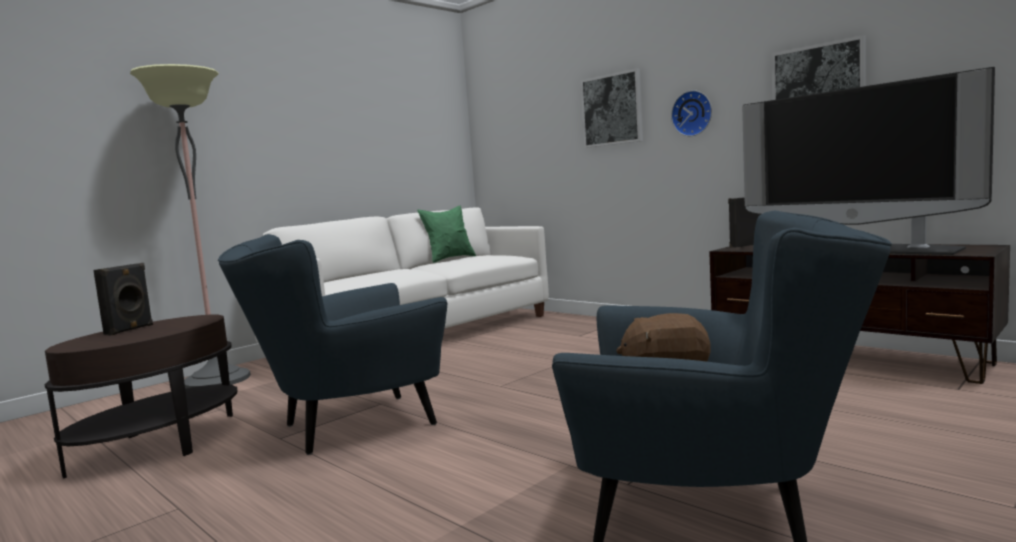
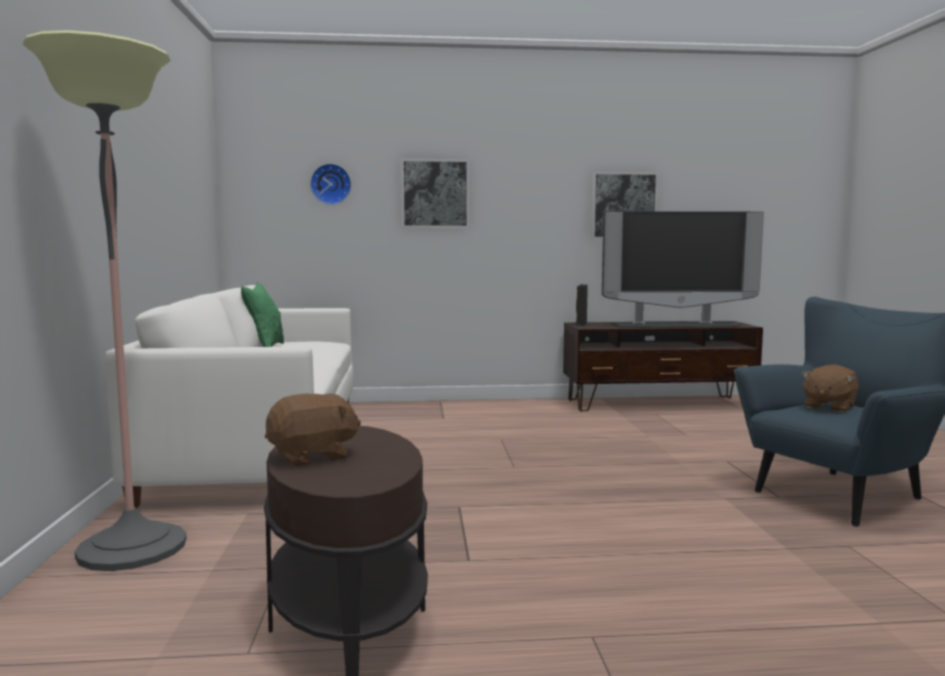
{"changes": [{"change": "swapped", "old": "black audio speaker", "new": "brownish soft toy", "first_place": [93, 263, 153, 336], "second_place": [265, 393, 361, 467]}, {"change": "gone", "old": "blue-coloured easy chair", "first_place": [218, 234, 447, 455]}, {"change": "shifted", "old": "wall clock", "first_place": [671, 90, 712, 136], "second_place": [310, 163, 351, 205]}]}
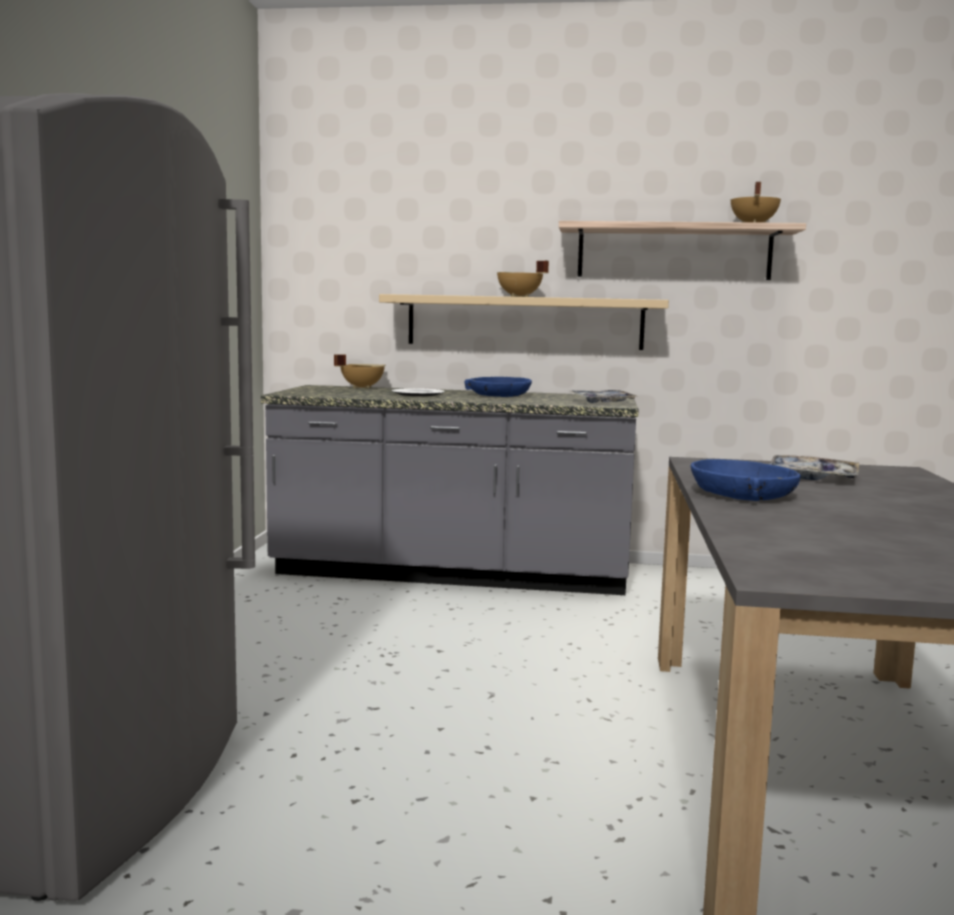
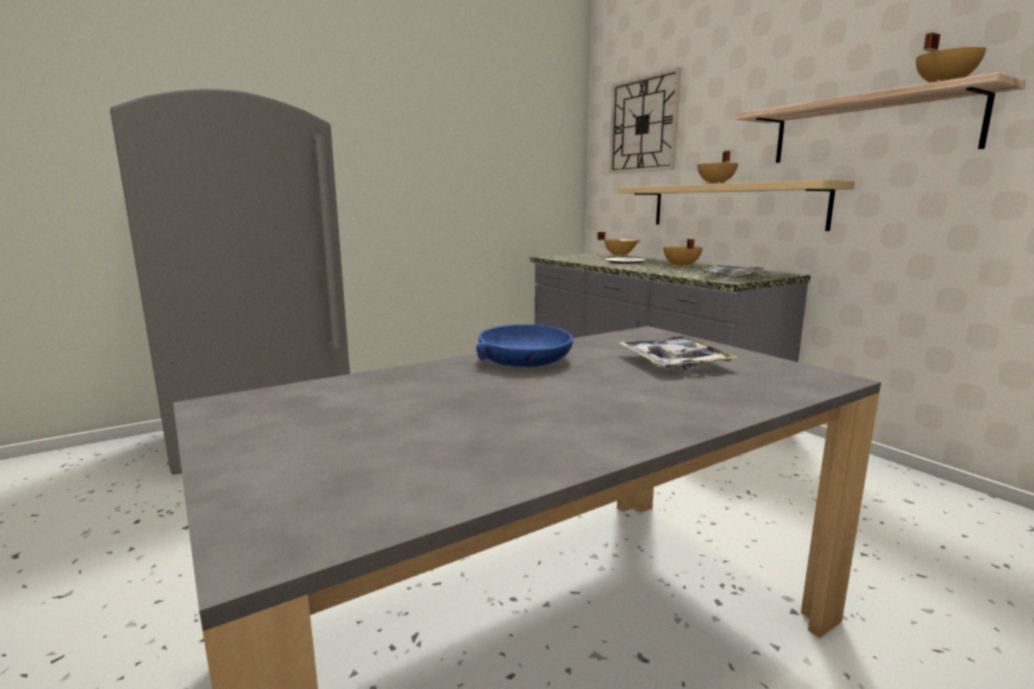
{"changes": [{"change": "swapped", "old": "blue-coloured deep dish", "new": "sand-coloured cooking pot", "first_place": [465, 377, 532, 397], "second_place": [663, 239, 703, 268]}, {"change": "new", "new": "wall clock", "second_place": [609, 67, 681, 174]}]}
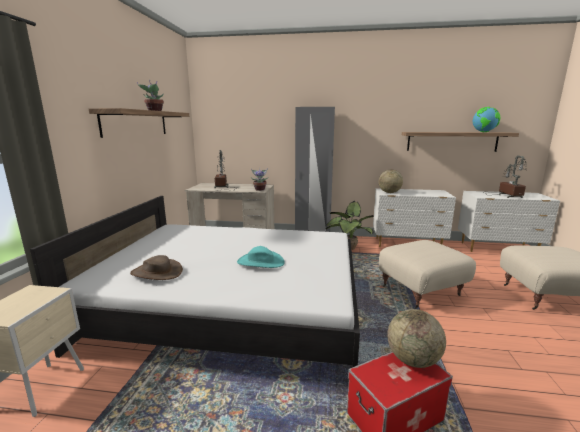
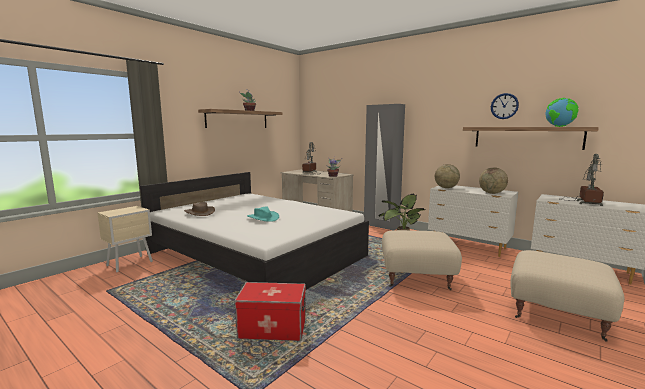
{"changes": [{"change": "shifted", "old": "globe", "first_place": [387, 309, 446, 368], "second_place": [479, 168, 508, 194]}, {"change": "new", "new": "wall clock", "second_place": [491, 93, 519, 119]}]}
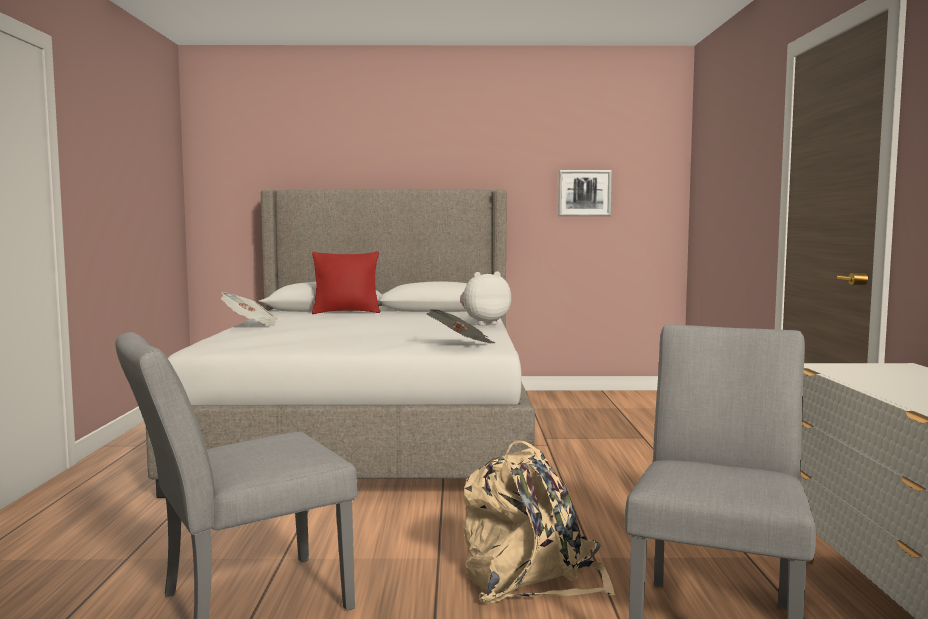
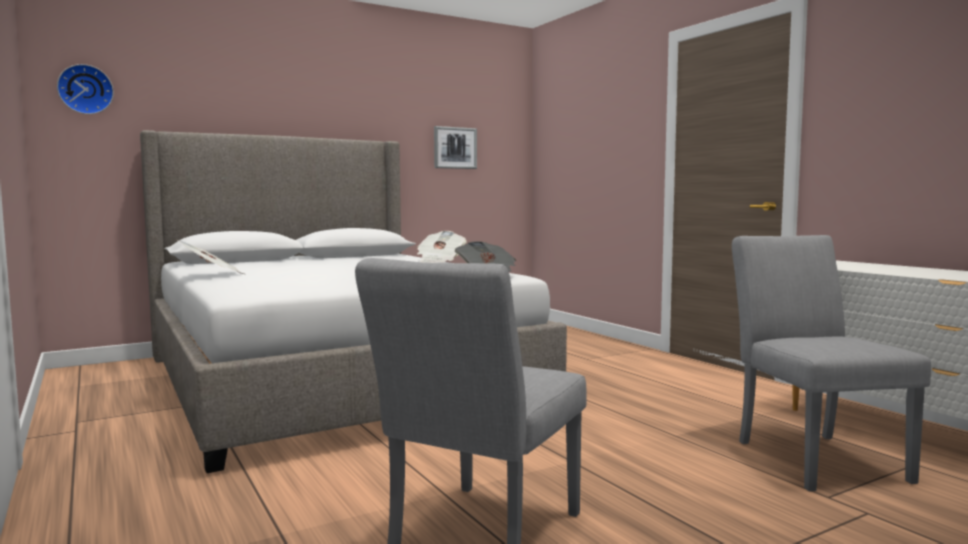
{"changes": [{"change": "gone", "old": "red cushion", "first_place": [312, 251, 380, 314]}, {"change": "swapped", "old": "soft toy", "new": "printed paper", "first_place": [460, 271, 511, 325], "second_place": [417, 231, 467, 263]}, {"change": "gone", "old": "sand-coloured knapsack", "first_place": [463, 440, 615, 603]}, {"change": "new", "new": "wall clock", "second_place": [57, 64, 114, 114]}]}
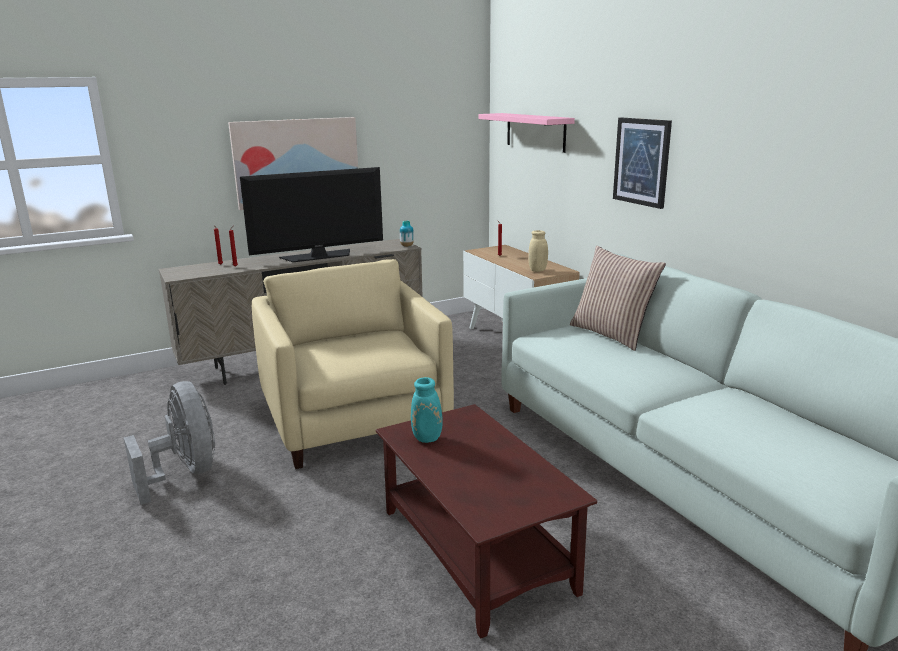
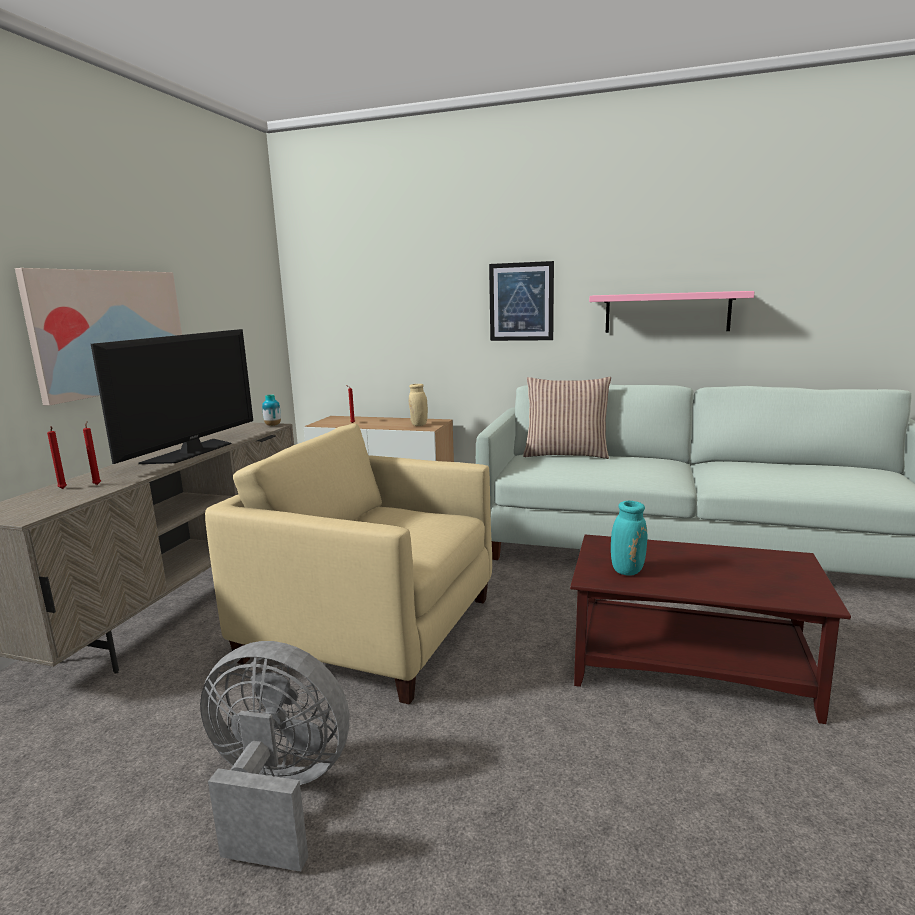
{"changes": [{"change": "shifted", "old": "pink bracket shelf", "first_place": [478, 113, 575, 153], "second_place": [589, 291, 754, 333]}]}
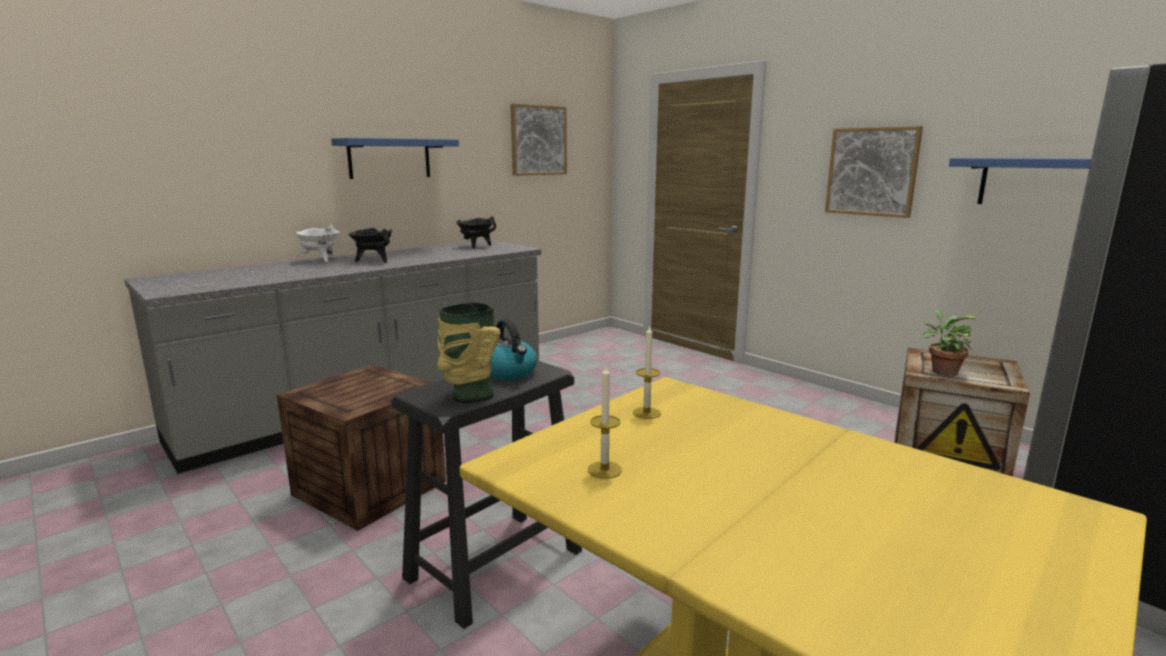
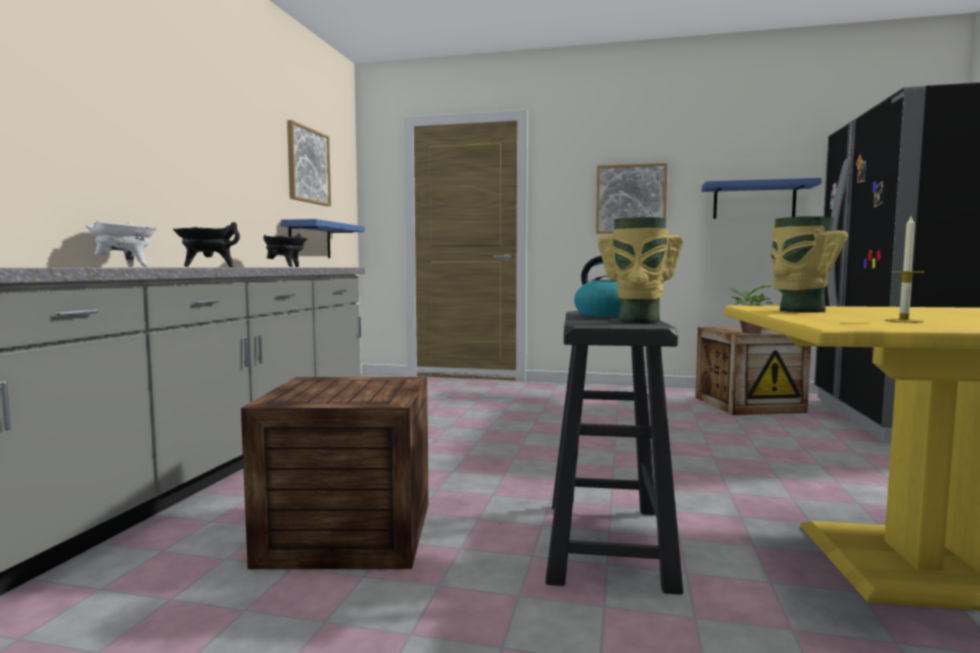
{"changes": [{"change": "shifted", "old": "blue-coloured bracket shelf", "first_place": [331, 138, 459, 179], "second_place": [281, 219, 365, 258]}, {"change": "swapped", "old": "candle", "new": "flower vase", "first_place": [633, 325, 661, 419], "second_place": [771, 216, 848, 312]}]}
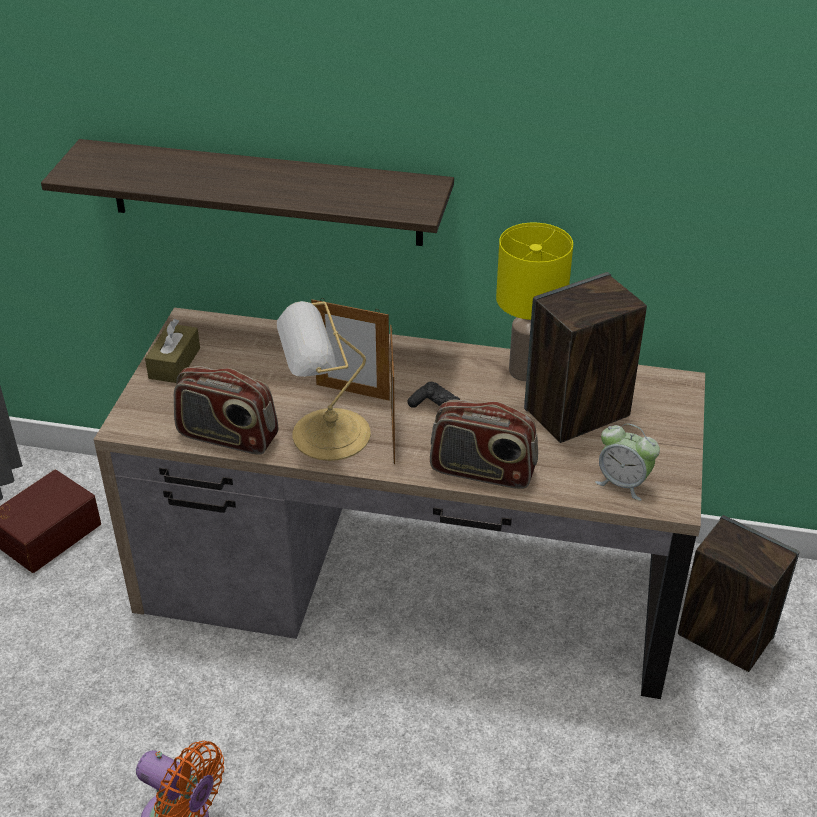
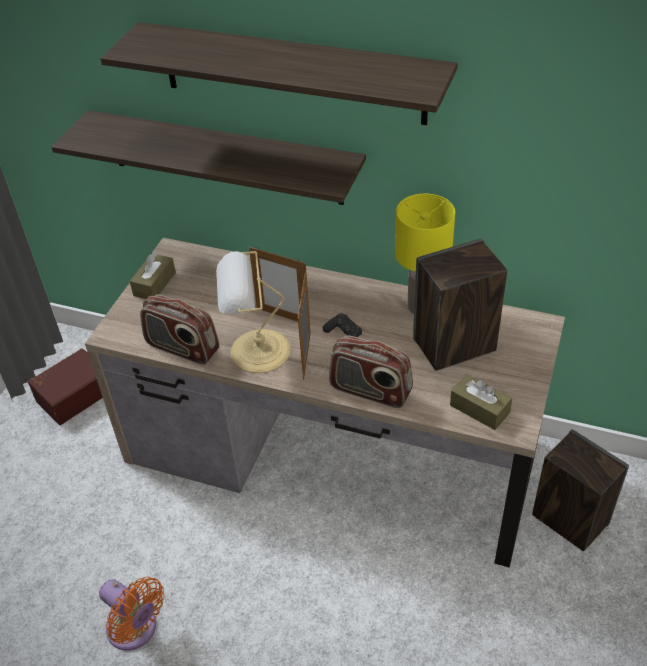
{"changes": [{"change": "swapped", "old": "table clock", "new": "brownish tissue box", "first_place": [595, 423, 660, 501], "second_place": [450, 374, 512, 430]}, {"change": "new", "new": "bracket shelf", "second_place": [100, 22, 458, 125]}]}
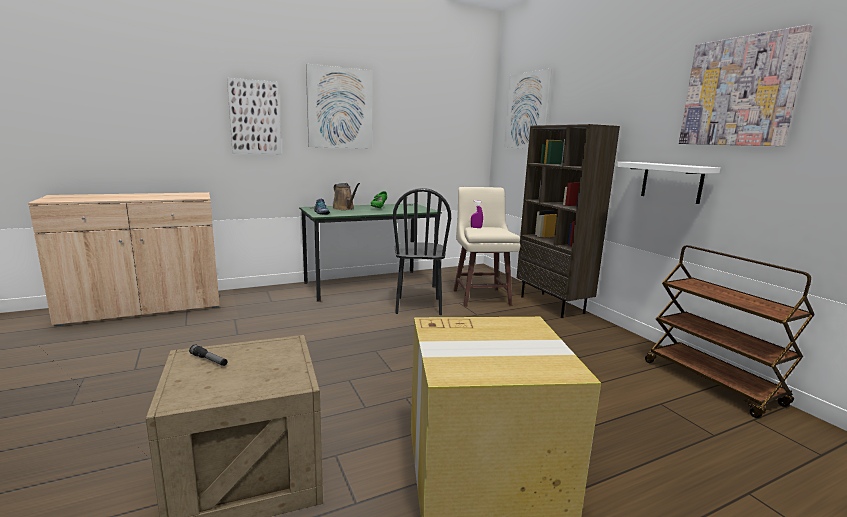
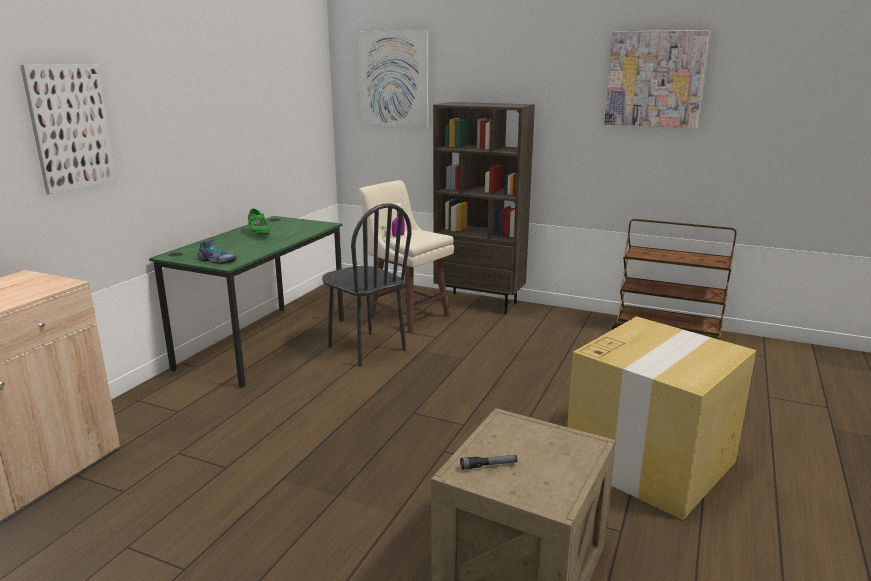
{"changes": [{"change": "gone", "old": "wall picture", "first_place": [306, 64, 372, 149]}, {"change": "gone", "old": "brownish watering can", "first_place": [332, 183, 360, 210]}, {"change": "gone", "old": "white-coloured bracket shelf", "first_place": [616, 162, 720, 204]}]}
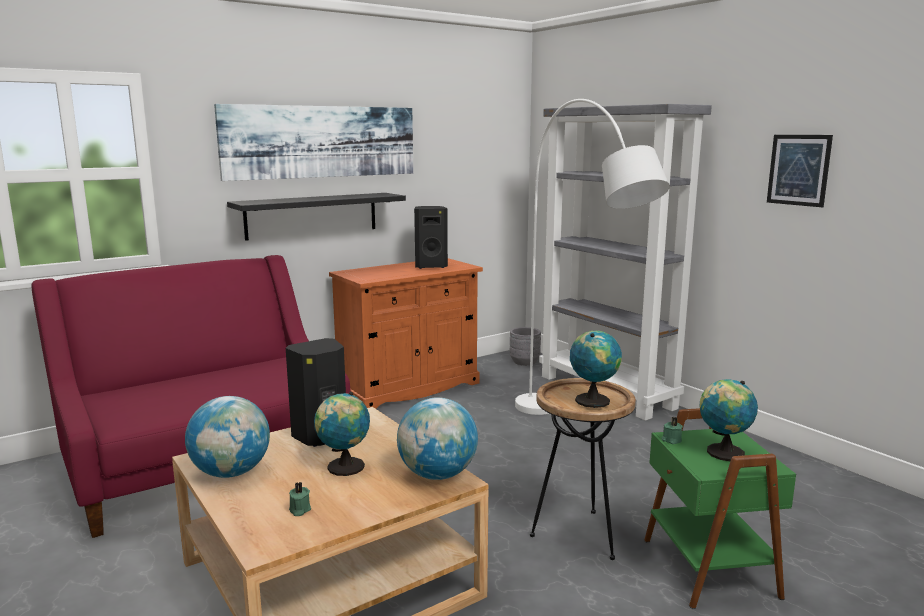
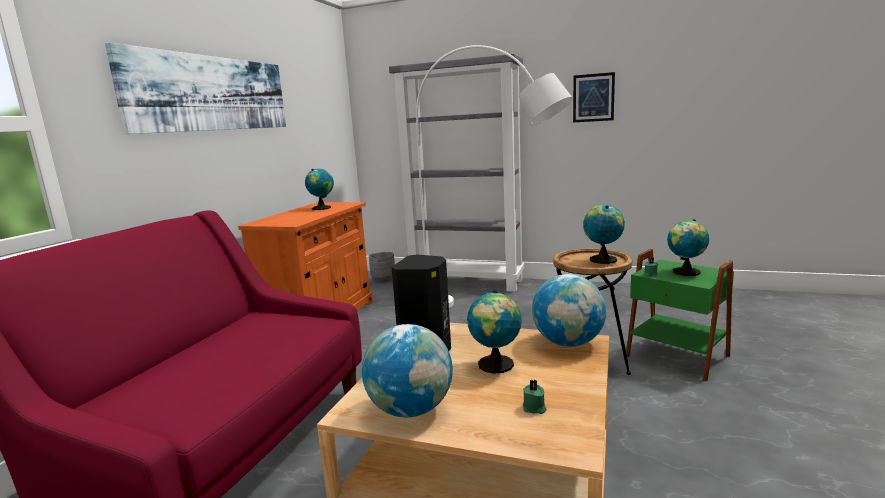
{"changes": [{"change": "gone", "old": "black bracket shelf", "first_place": [227, 193, 406, 241]}, {"change": "swapped", "old": "black audio speaker", "new": "globe", "first_place": [414, 206, 448, 269], "second_place": [305, 168, 334, 210]}]}
